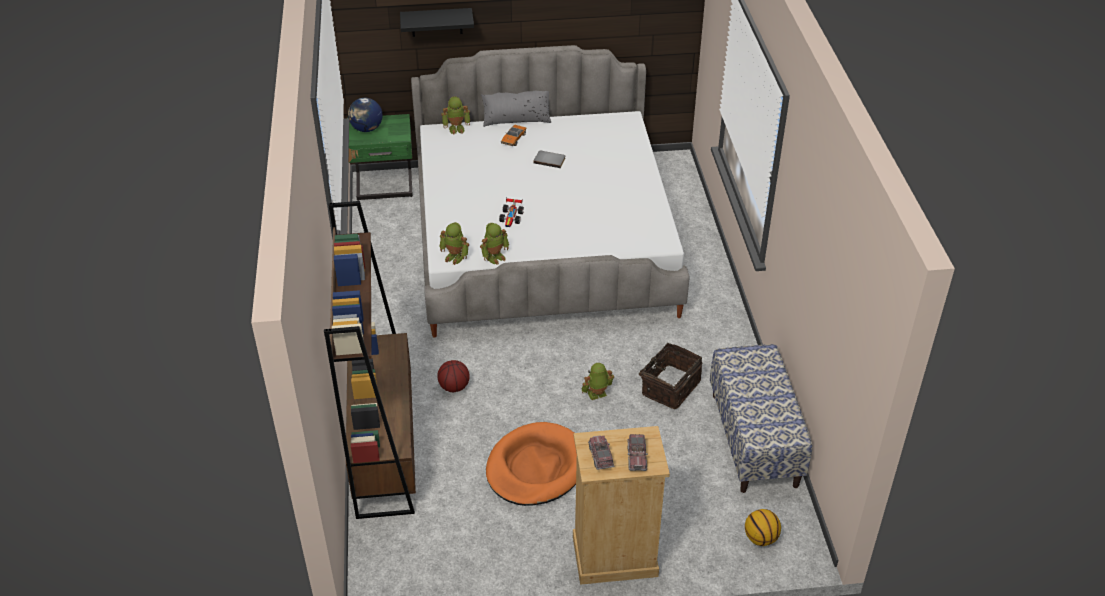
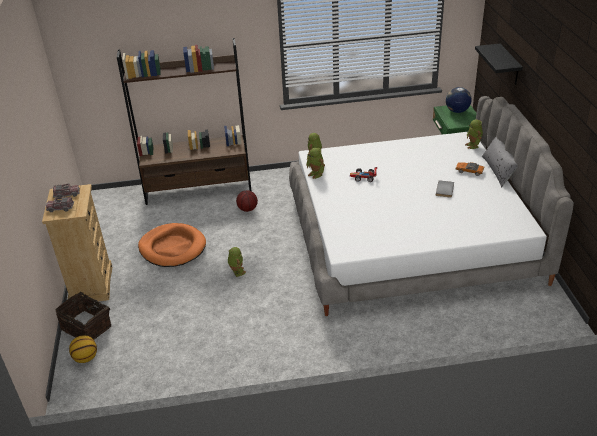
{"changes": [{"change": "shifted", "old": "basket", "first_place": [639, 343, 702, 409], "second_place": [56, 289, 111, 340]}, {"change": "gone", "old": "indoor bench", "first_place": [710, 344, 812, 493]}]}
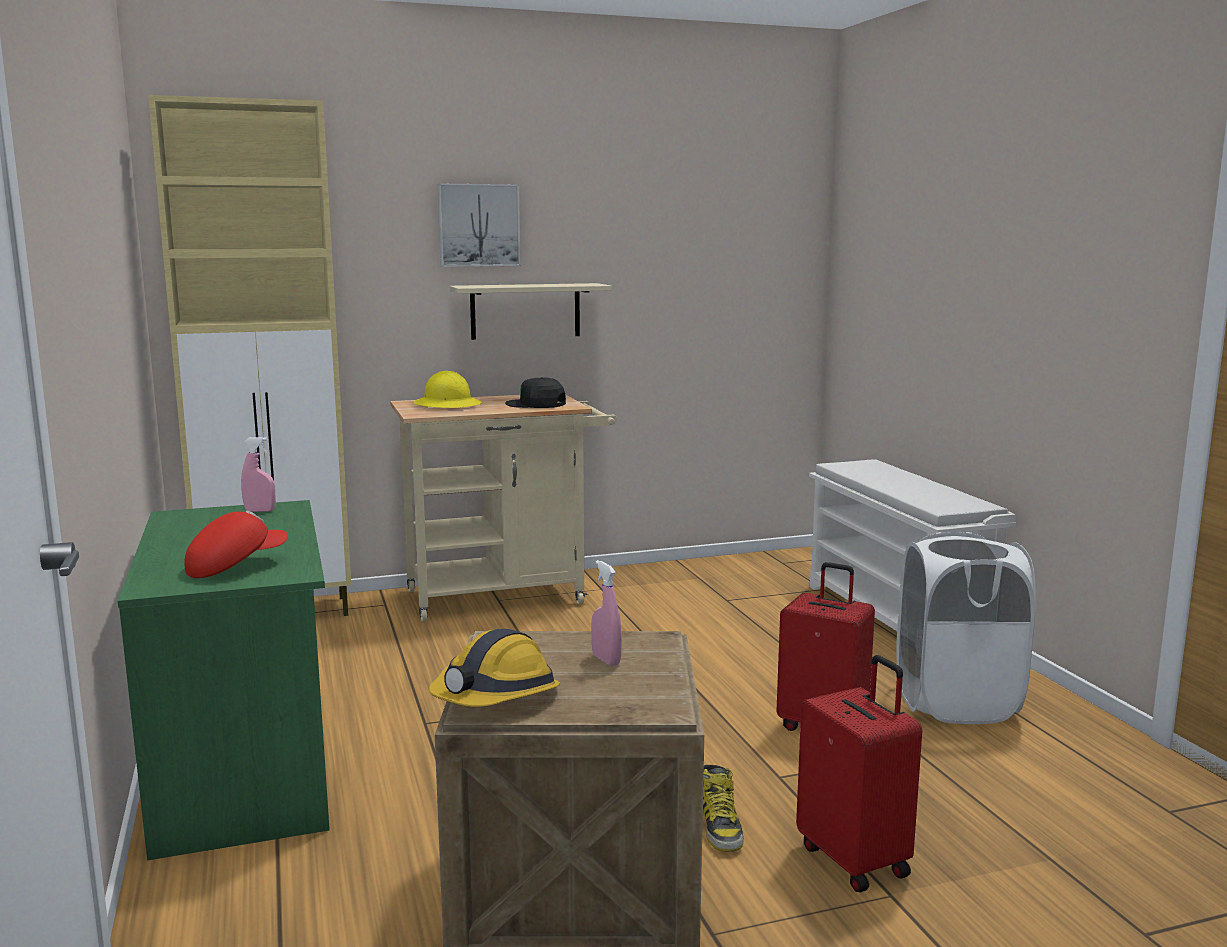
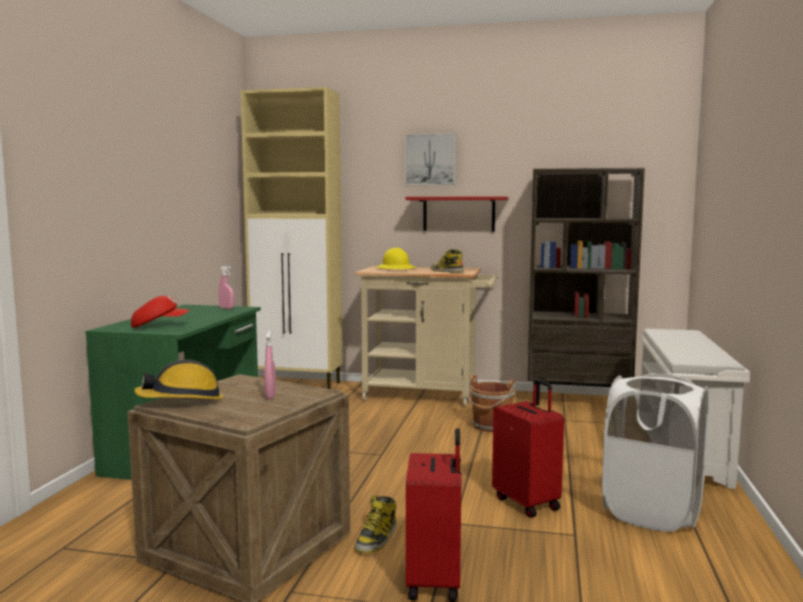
{"changes": [{"change": "repainted", "old": "sand-coloured bracket shelf", "new": "red bracket shelf", "first_place": [450, 283, 611, 340], "second_place": [405, 196, 508, 232]}, {"change": "swapped", "old": "black cap", "new": "high-top boot", "first_place": [505, 377, 566, 408], "second_place": [431, 249, 464, 273]}, {"change": "new", "new": "brownish pail", "second_place": [467, 375, 515, 432]}, {"change": "new", "new": "brownish bookcase", "second_place": [528, 168, 645, 405]}]}
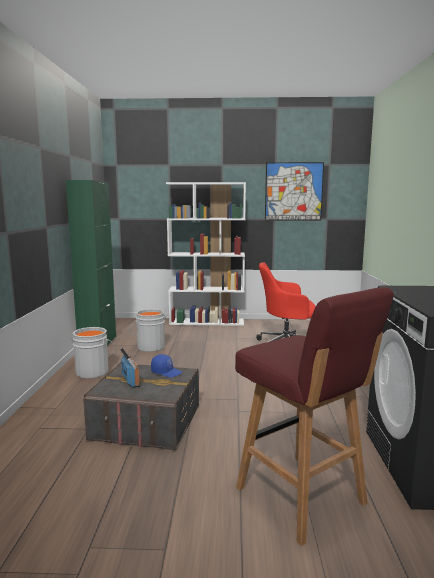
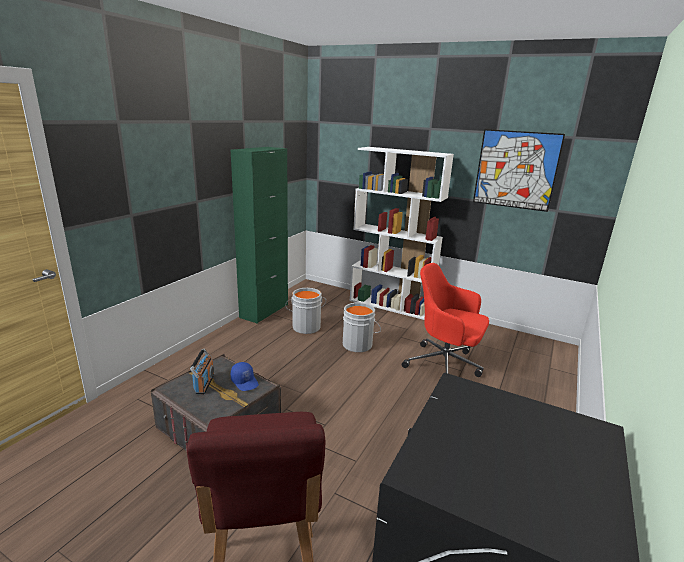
{"changes": [{"change": "shifted", "old": "greyish pail", "first_place": [72, 327, 116, 378], "second_place": [343, 302, 381, 352]}]}
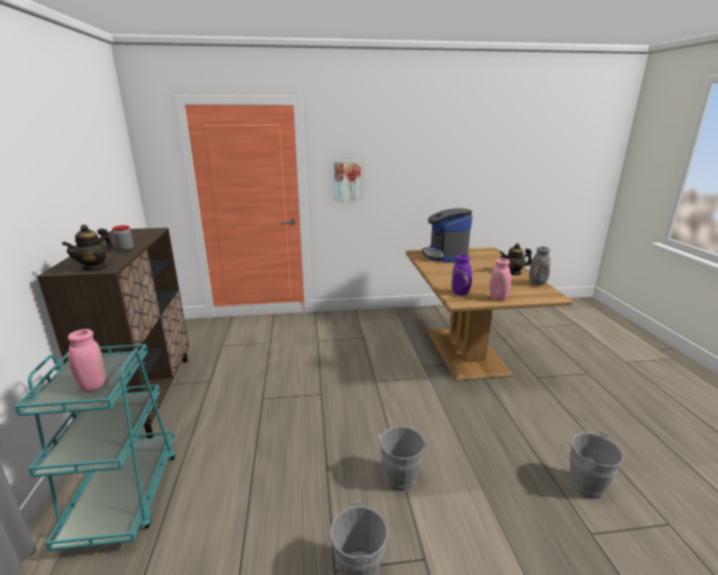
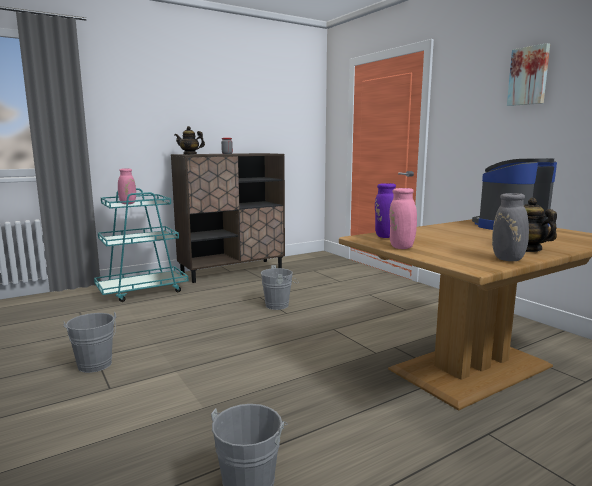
{"changes": [{"change": "shifted", "old": "wall picture", "first_place": [334, 160, 361, 202], "second_place": [507, 43, 550, 106]}, {"change": "shifted", "old": "greyish pail", "first_place": [378, 426, 427, 491], "second_place": [261, 265, 298, 310]}]}
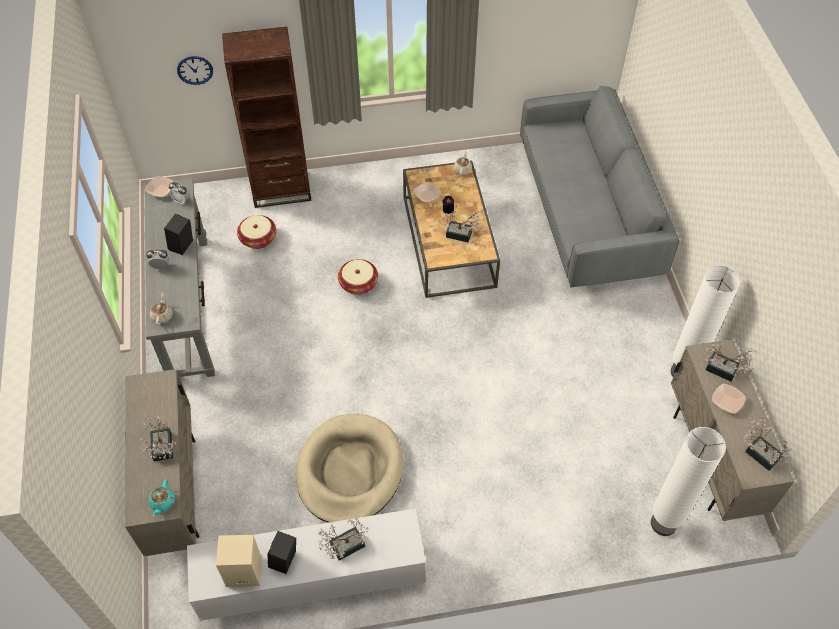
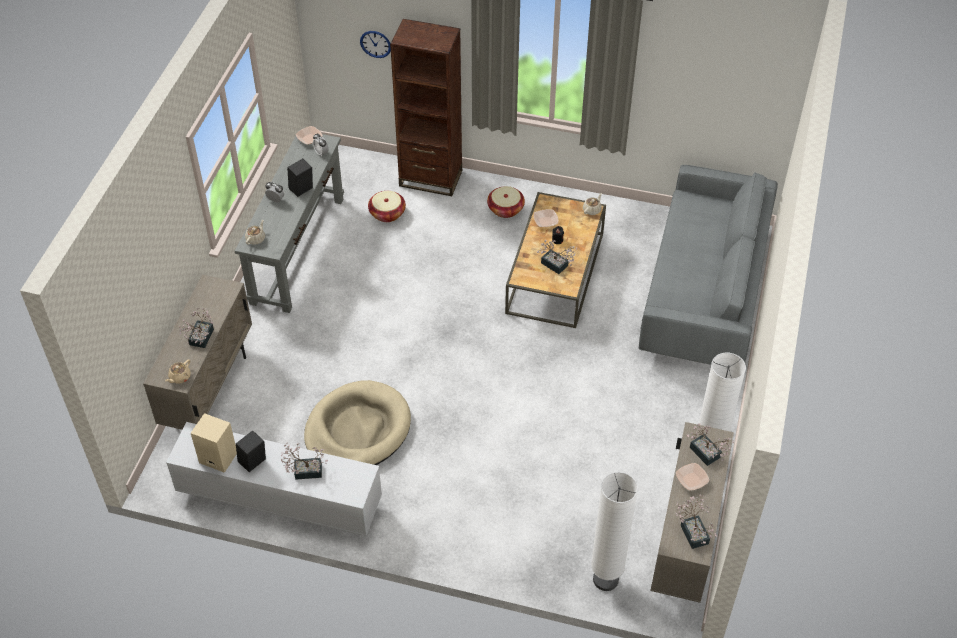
{"changes": [{"change": "repainted", "old": "turquoise tea pot", "new": "sand-coloured tea pot", "first_place": [149, 480, 175, 516], "second_place": [165, 359, 191, 383]}, {"change": "shifted", "old": "basket", "first_place": [338, 259, 378, 295], "second_place": [487, 186, 525, 218]}]}
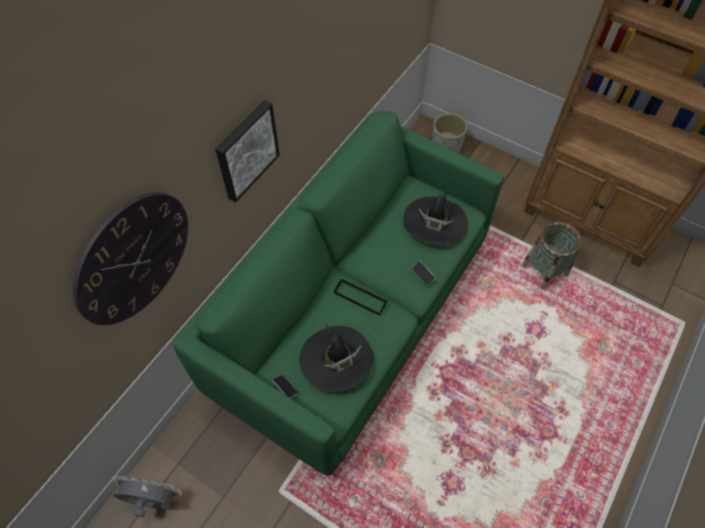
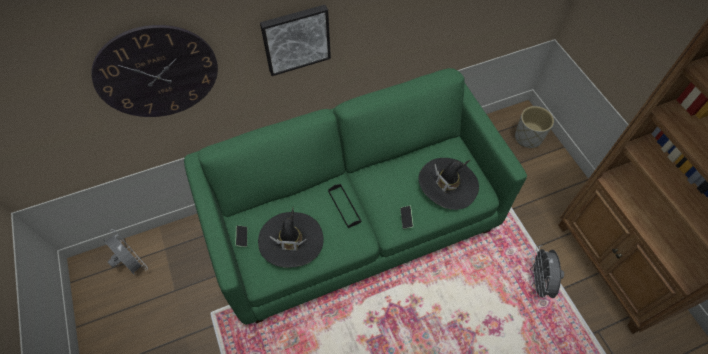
{"changes": [{"change": "swapped", "old": "basket", "new": "greyish cooling fan", "first_place": [521, 221, 581, 290], "second_place": [530, 246, 564, 301]}]}
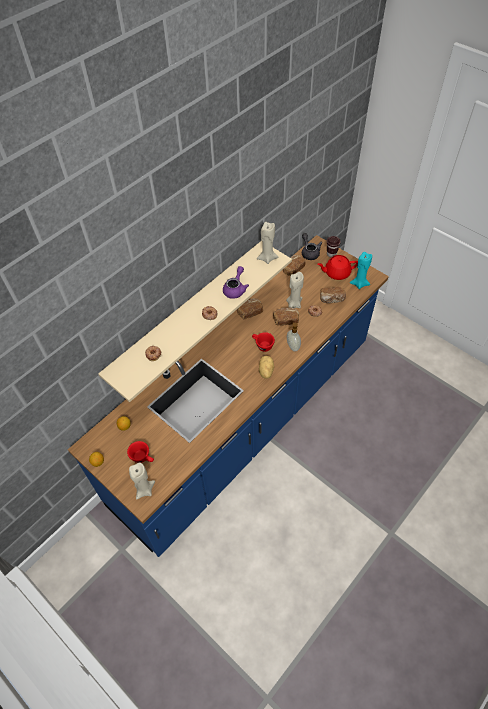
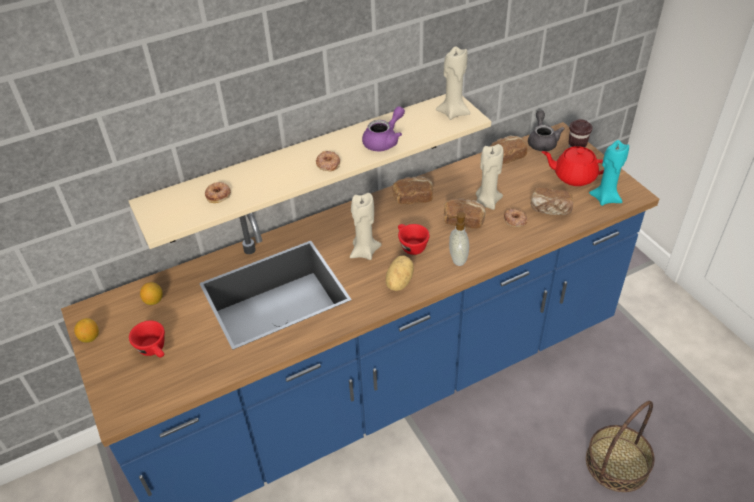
{"changes": [{"change": "shifted", "old": "sand-coloured candle", "first_place": [129, 462, 155, 500], "second_place": [350, 193, 382, 260]}, {"change": "new", "new": "basket", "second_place": [586, 401, 655, 492]}]}
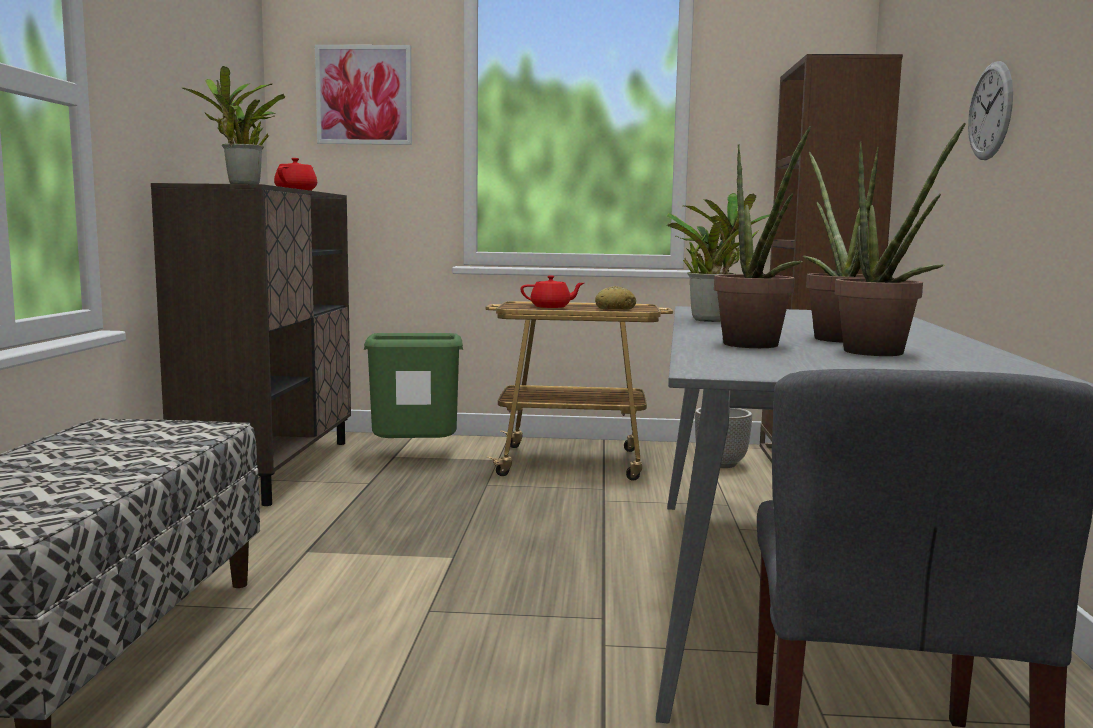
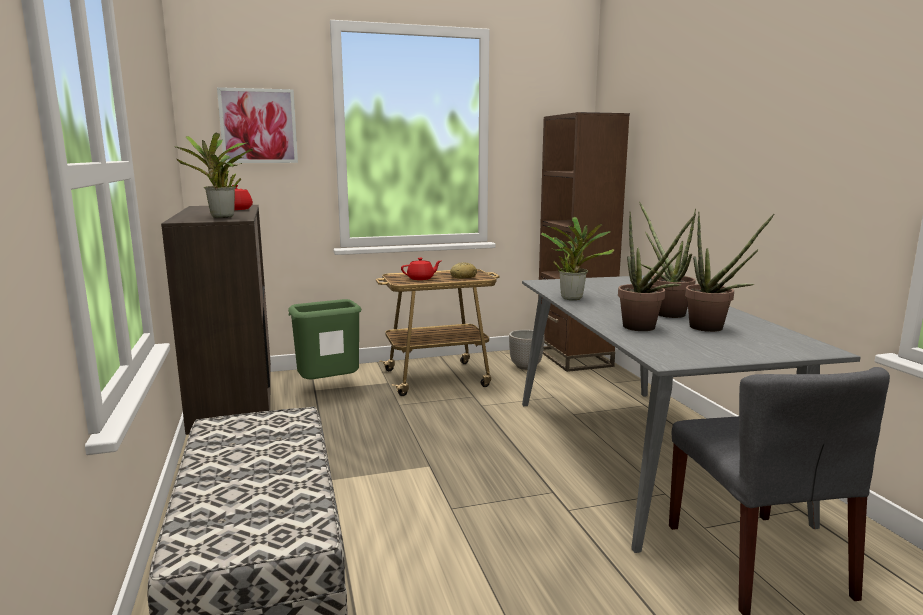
{"changes": [{"change": "gone", "old": "wall clock", "first_place": [968, 61, 1013, 160]}]}
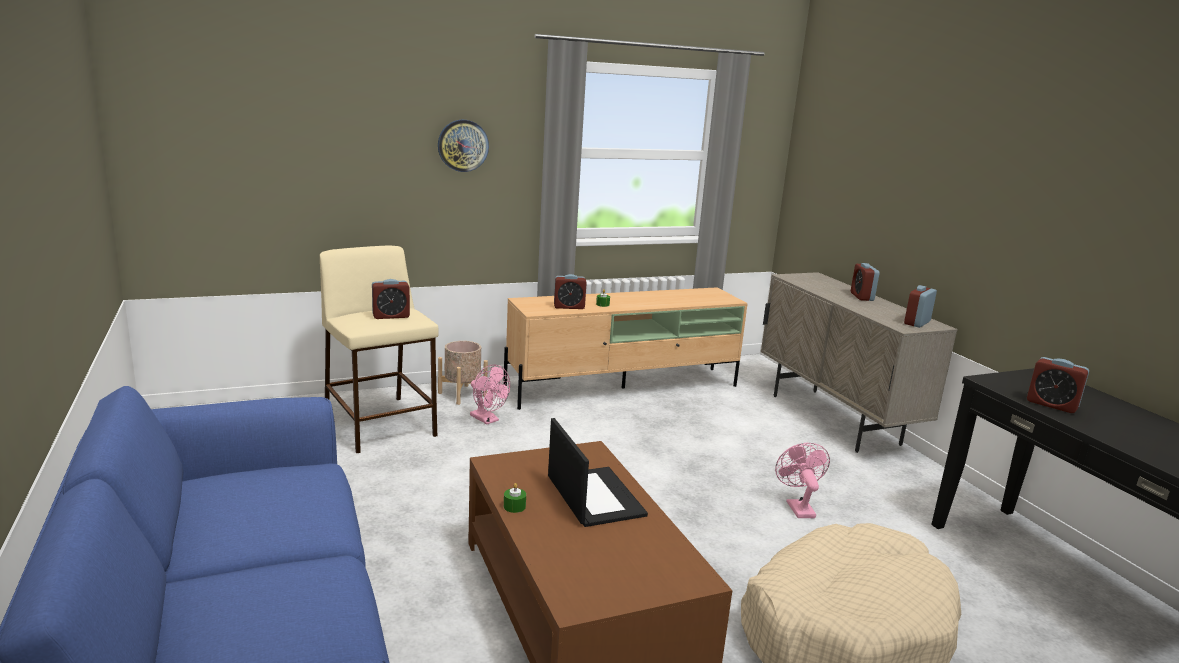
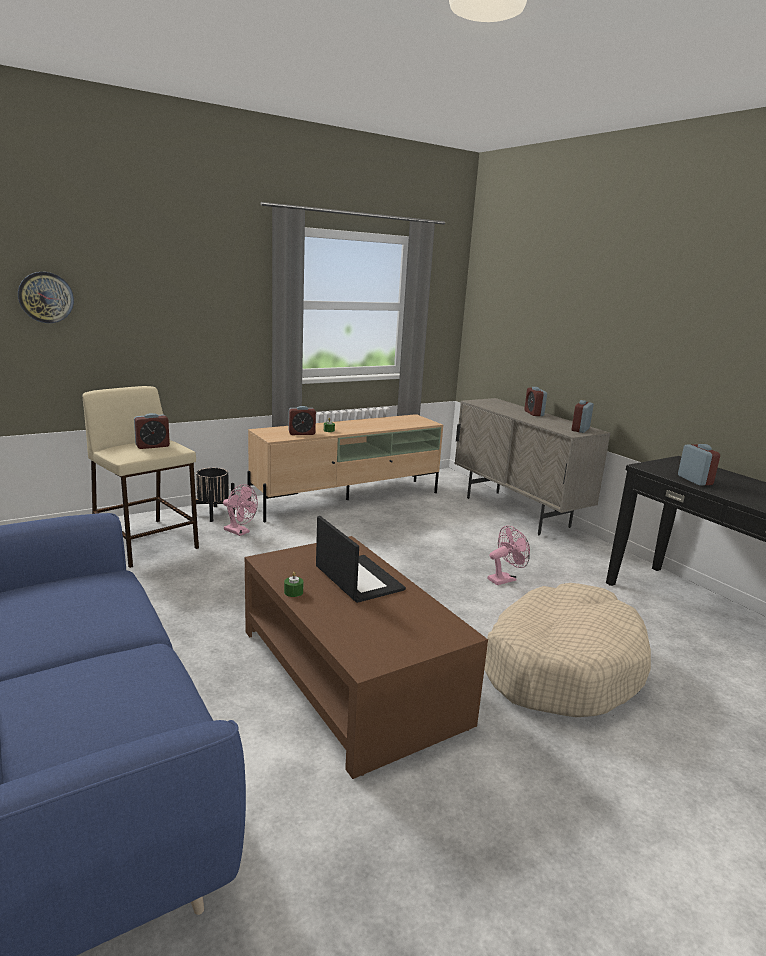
{"changes": [{"change": "shifted", "old": "wall clock", "first_place": [438, 120, 489, 172], "second_place": [18, 272, 74, 323]}, {"change": "repainted", "old": "sand-coloured plant pot", "new": "black plant pot", "first_place": [438, 341, 488, 405], "second_place": [191, 468, 235, 522]}, {"change": "rotated", "old": "pink cooling fan", "first_place": [775, 443, 830, 518], "second_place": [487, 526, 530, 585], "degrees": 75}, {"change": "rotated", "old": "table clock", "first_place": [1027, 357, 1089, 413], "second_place": [678, 444, 720, 486], "degrees": -135}]}
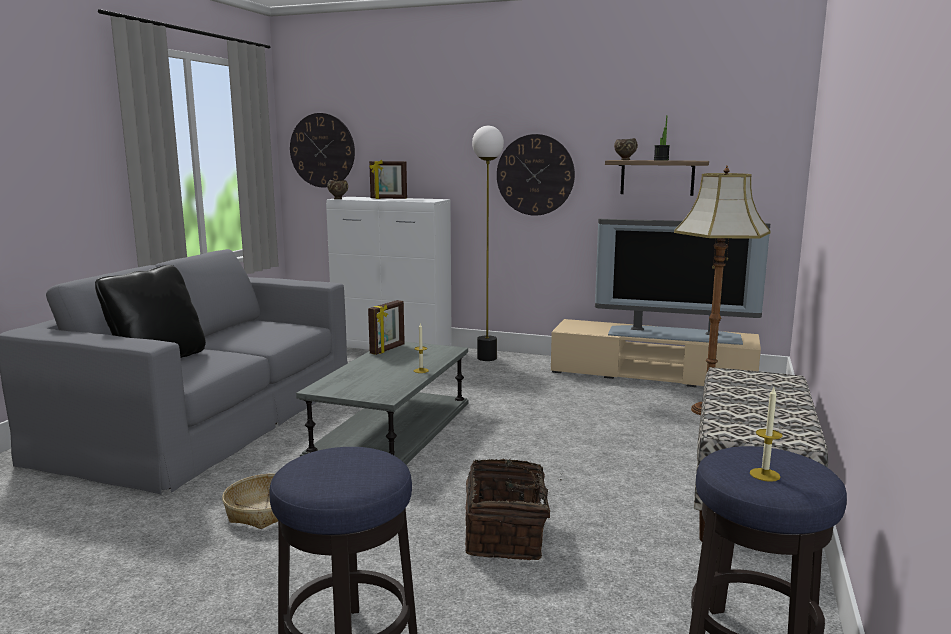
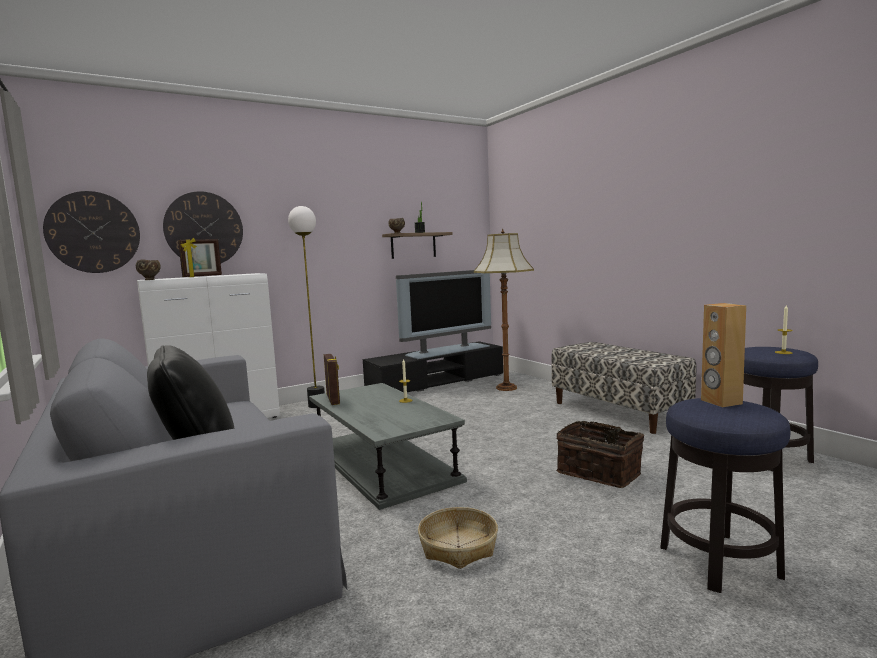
{"changes": [{"change": "shifted", "old": "wall clock", "first_place": [497, 134, 575, 216], "second_place": [163, 191, 243, 263]}, {"change": "repainted", "old": "sand-coloured media console", "new": "black media console", "first_place": [551, 319, 761, 387], "second_place": [363, 341, 503, 392]}, {"change": "new", "new": "brownish audio speaker", "second_place": [701, 303, 746, 407]}]}
